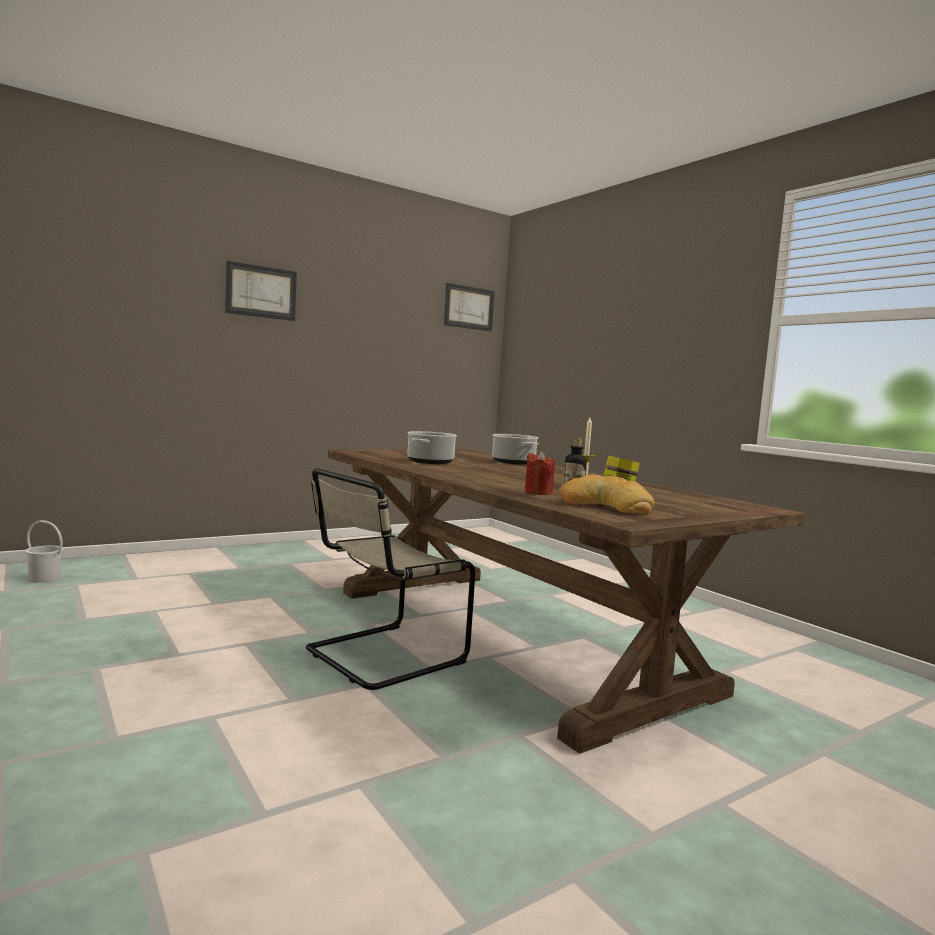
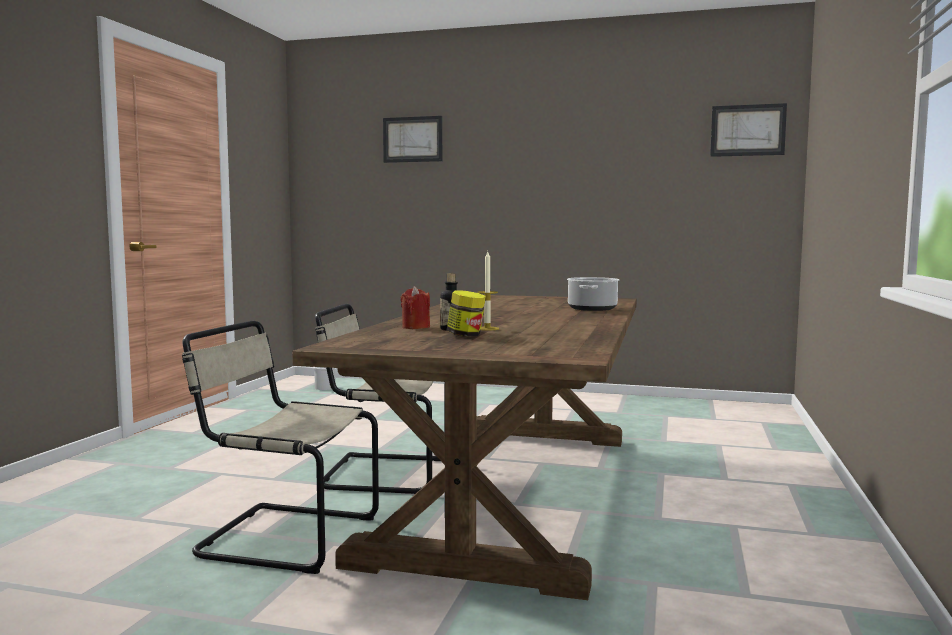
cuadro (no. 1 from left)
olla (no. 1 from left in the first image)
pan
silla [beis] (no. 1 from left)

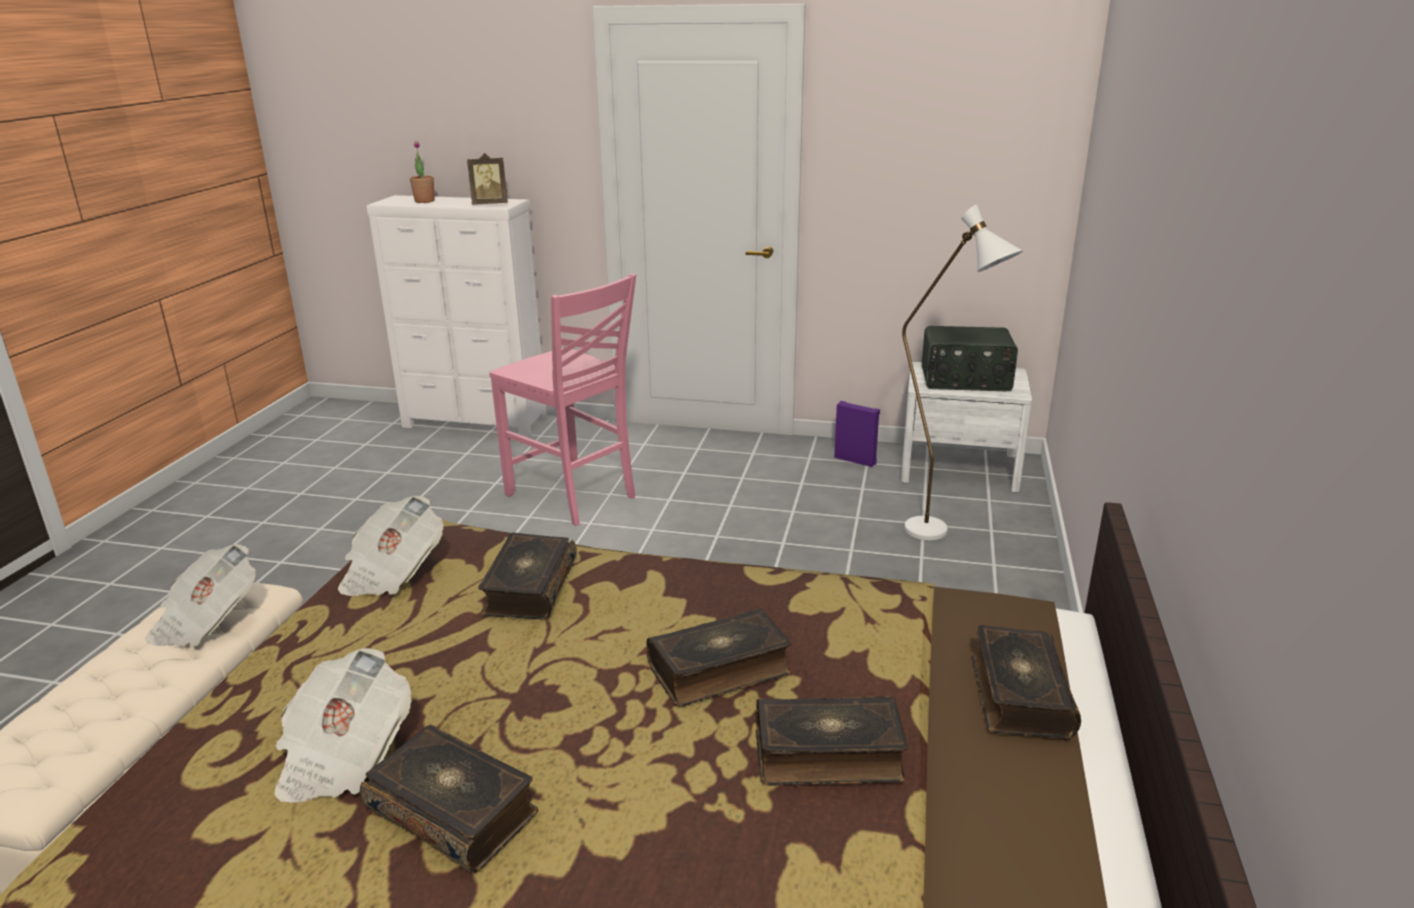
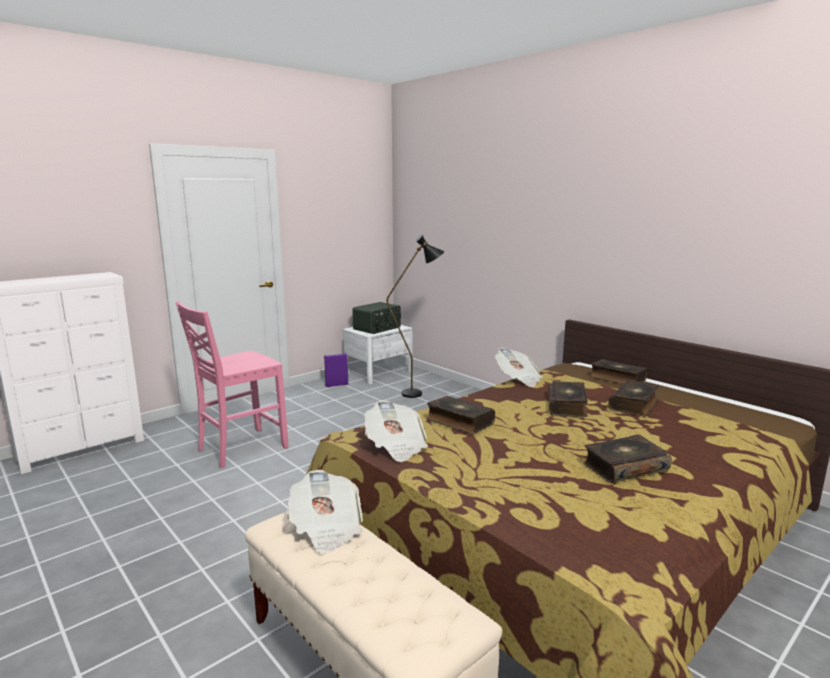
planta en maceta
portarretratos
lámpara de pie [negro]
silla [rosa]
periódico (no. 3 from left)

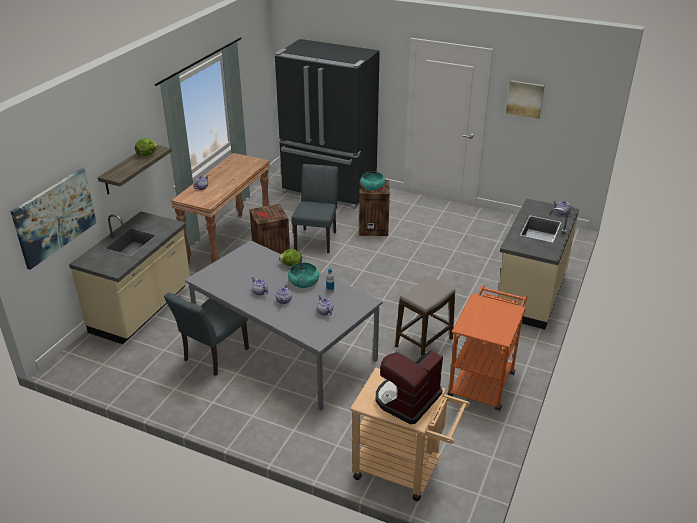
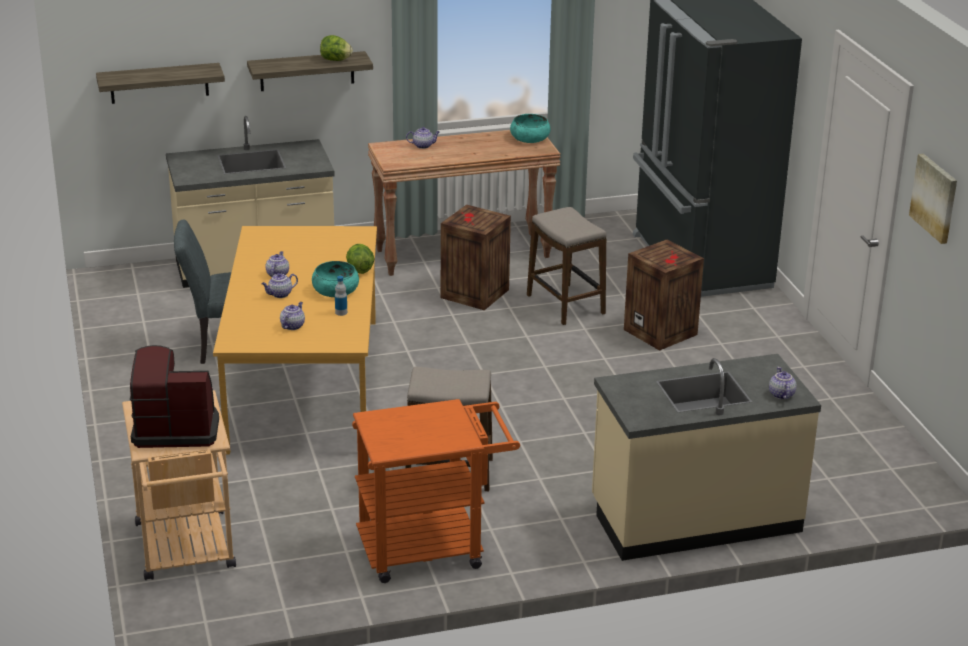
taburete (no. 2 from left)
estante (no. 1 from left)
cuenco [turquesa] (no. 2 from left)
mesa de comedor [naranja]

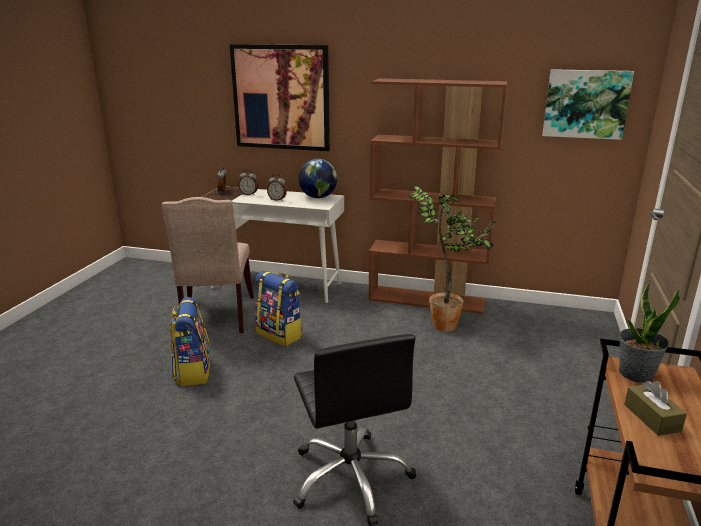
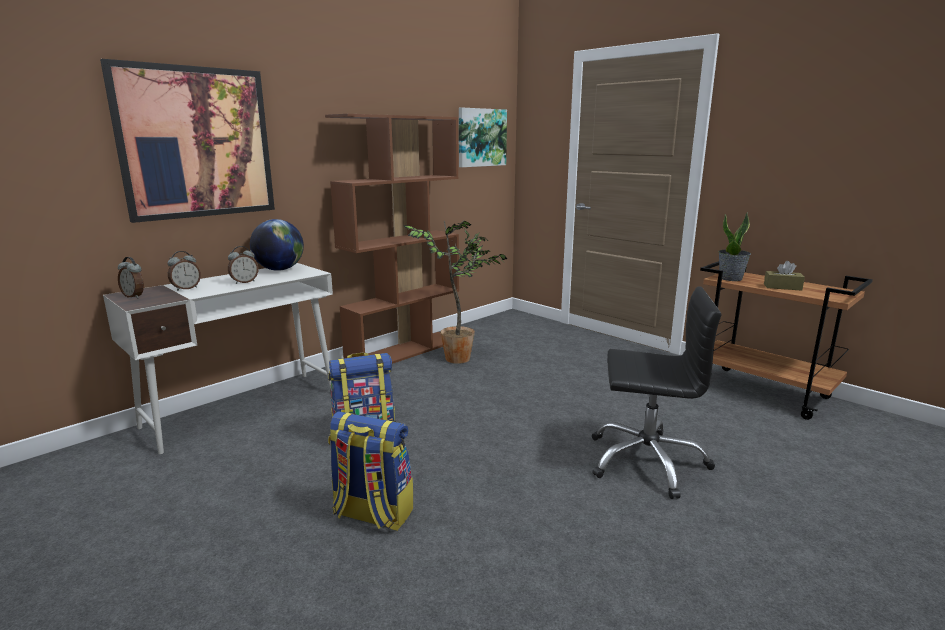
silla [beis]

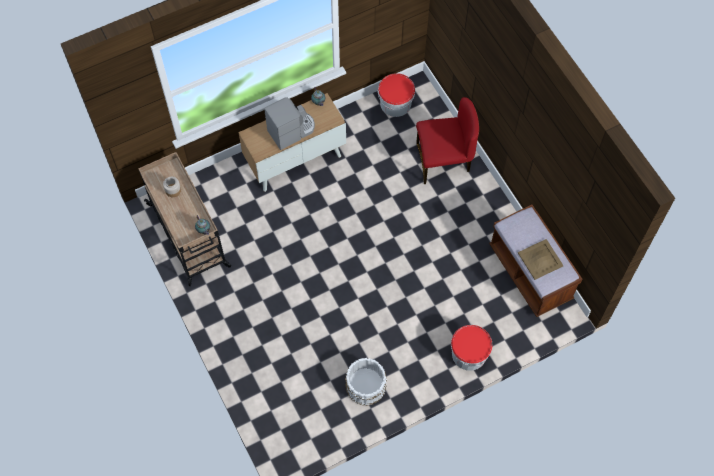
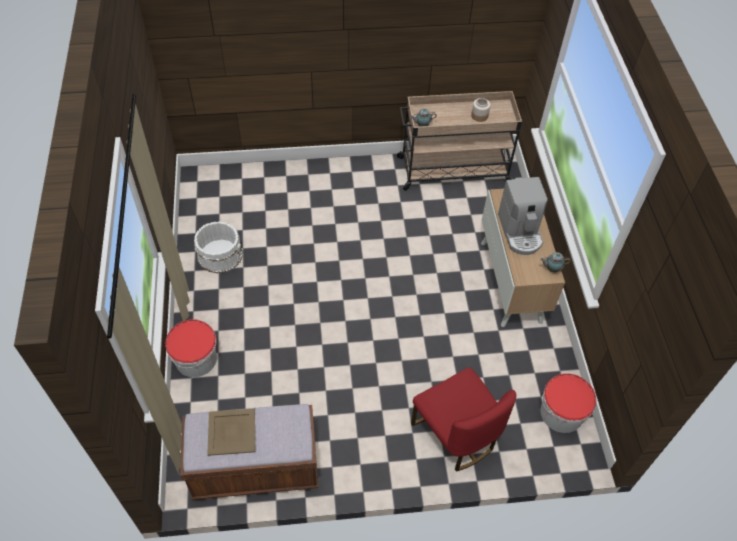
silla [rojo]

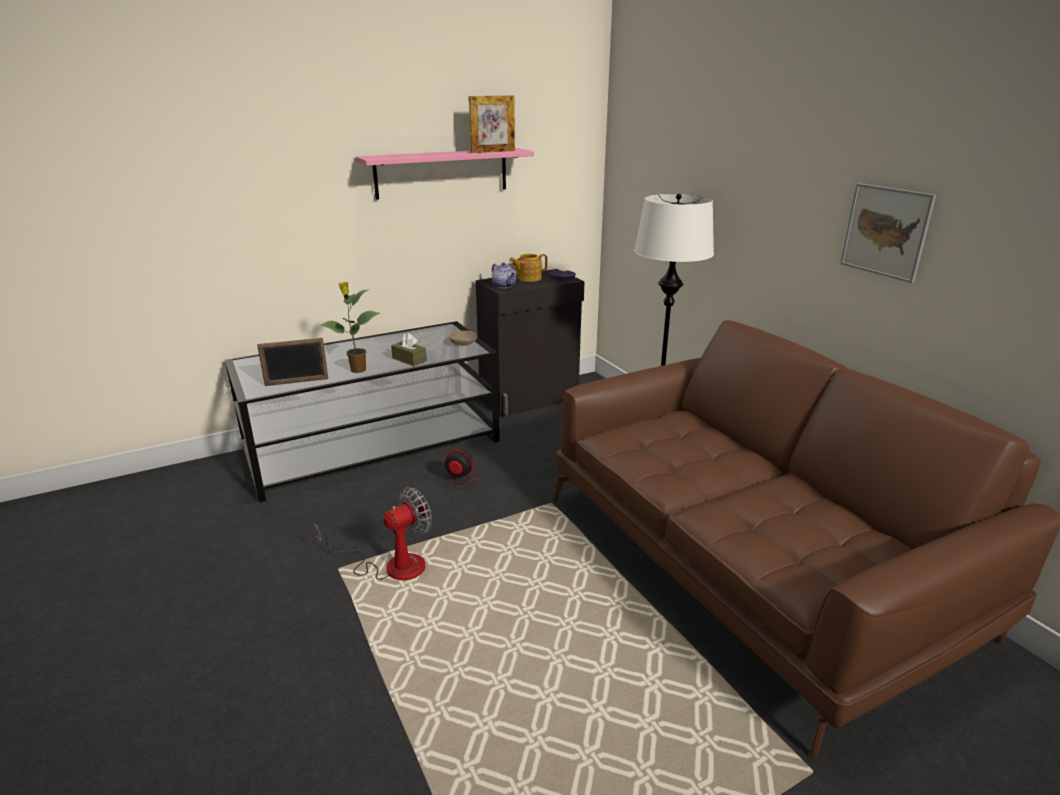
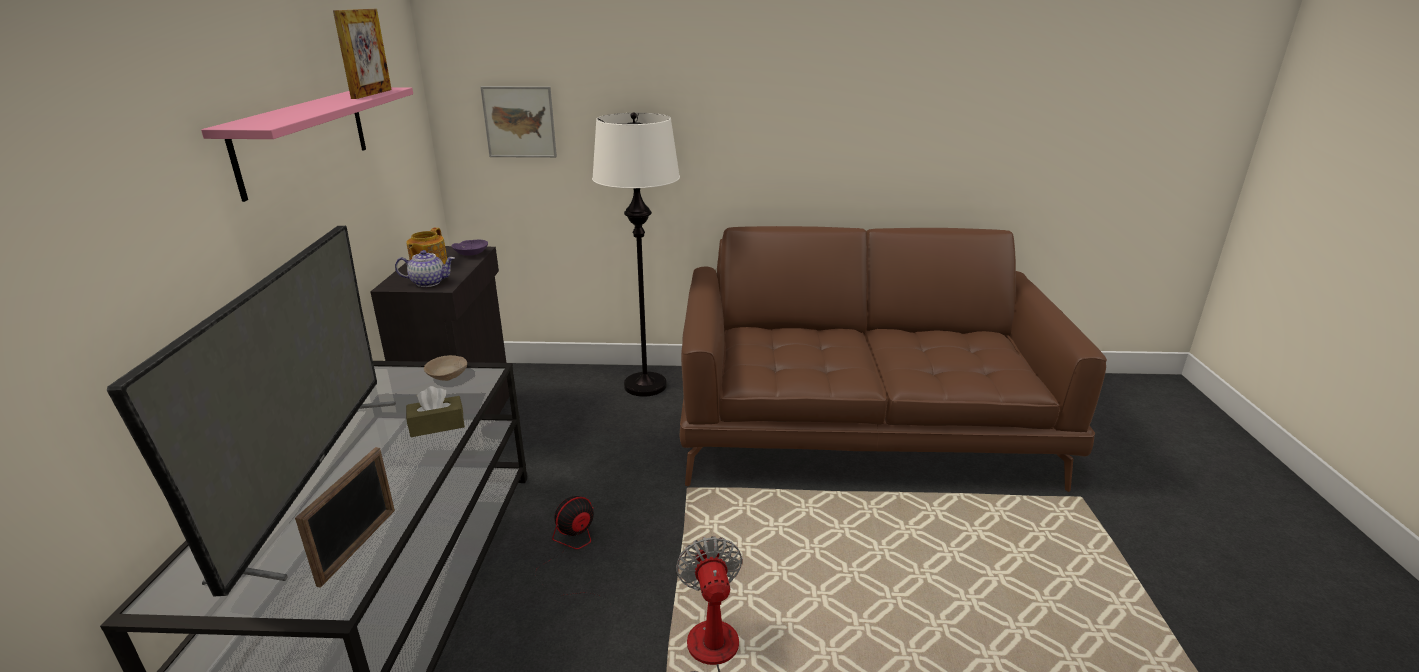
cuadro
planta en maceta
televisor

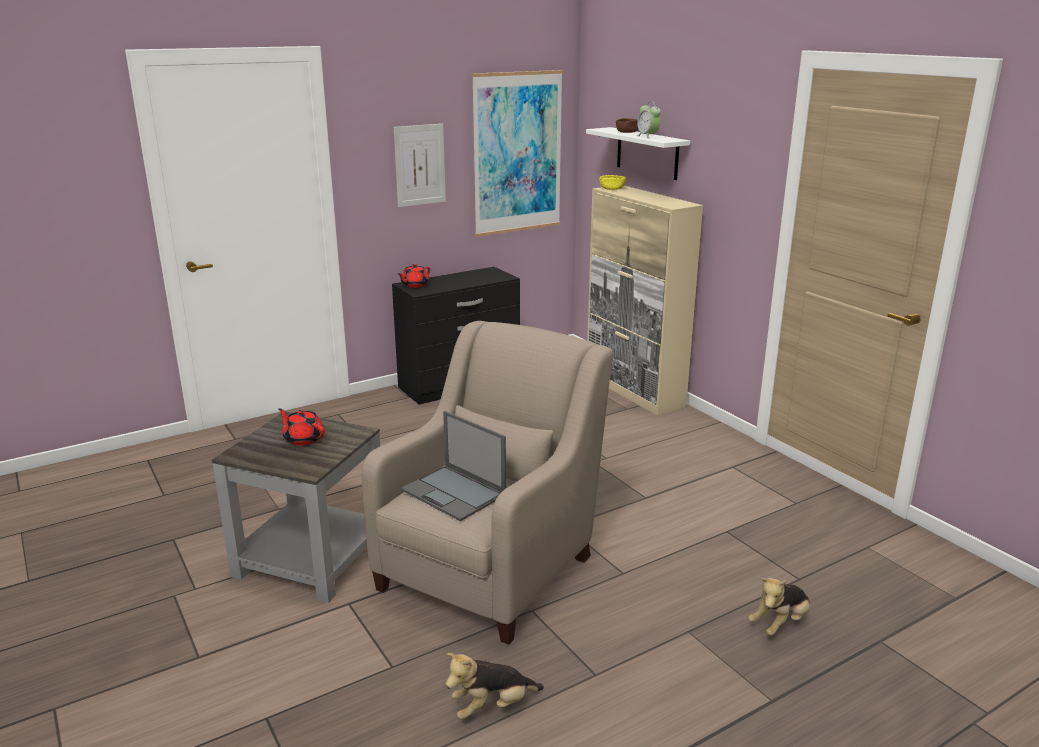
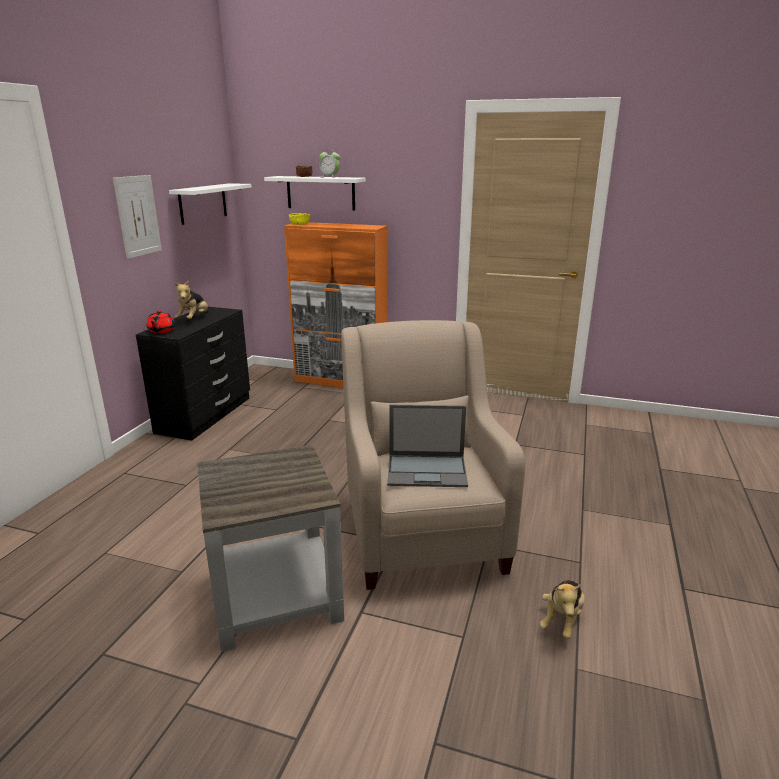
estante [blanco] (no. 1 from left)
armario [naranja]
tetera [rojo] (no. 1 from left in the first image)
peluche (no. 1 from left)

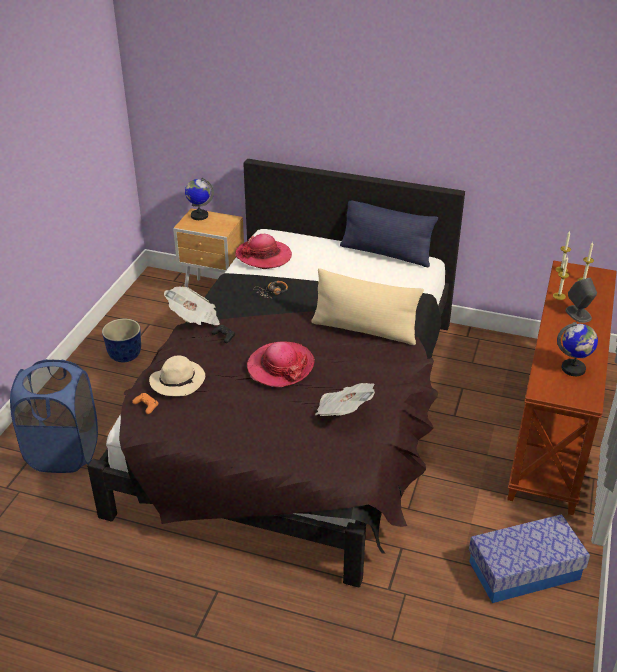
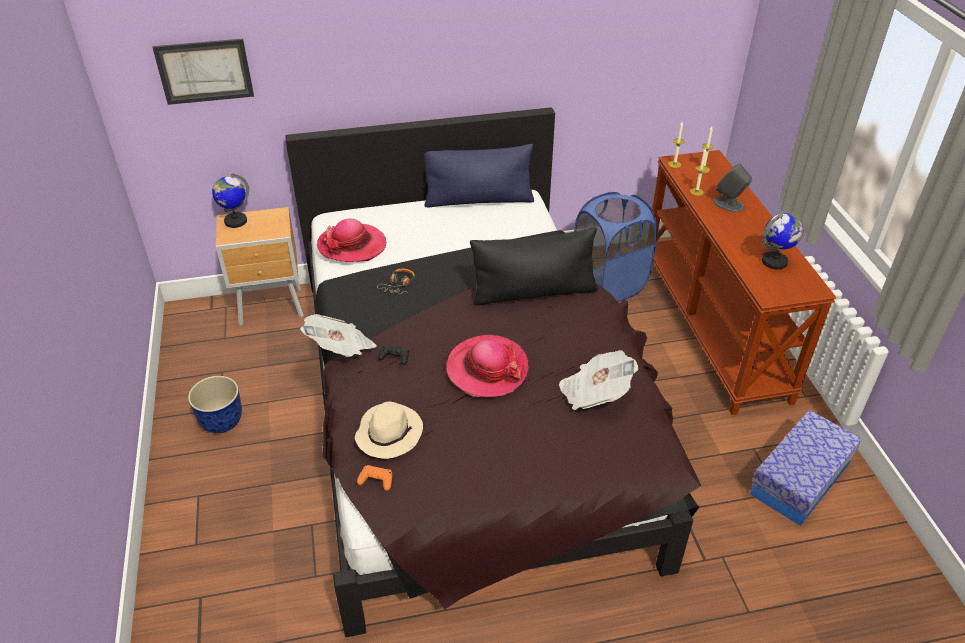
cojín [negro]
cesto de la ropa [azul]
cuadro

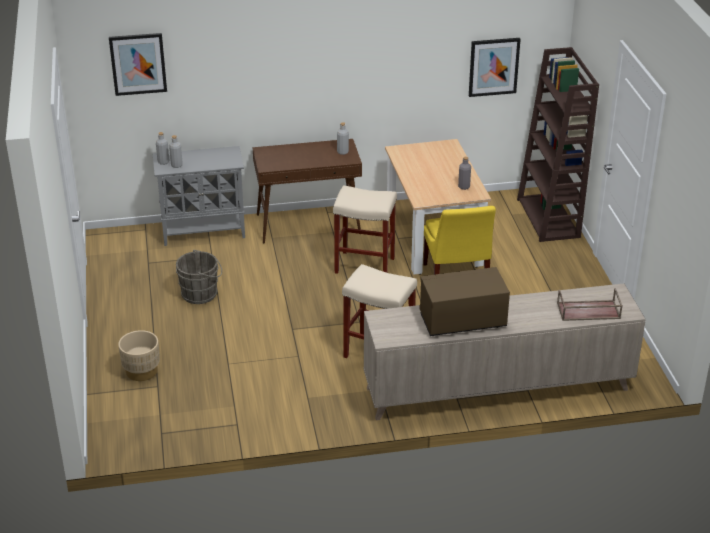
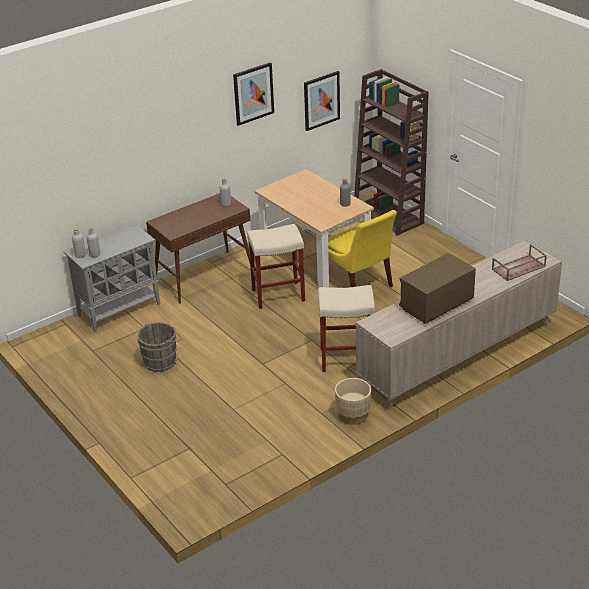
cuadro (no. 1 from left)
maceta [beis]

